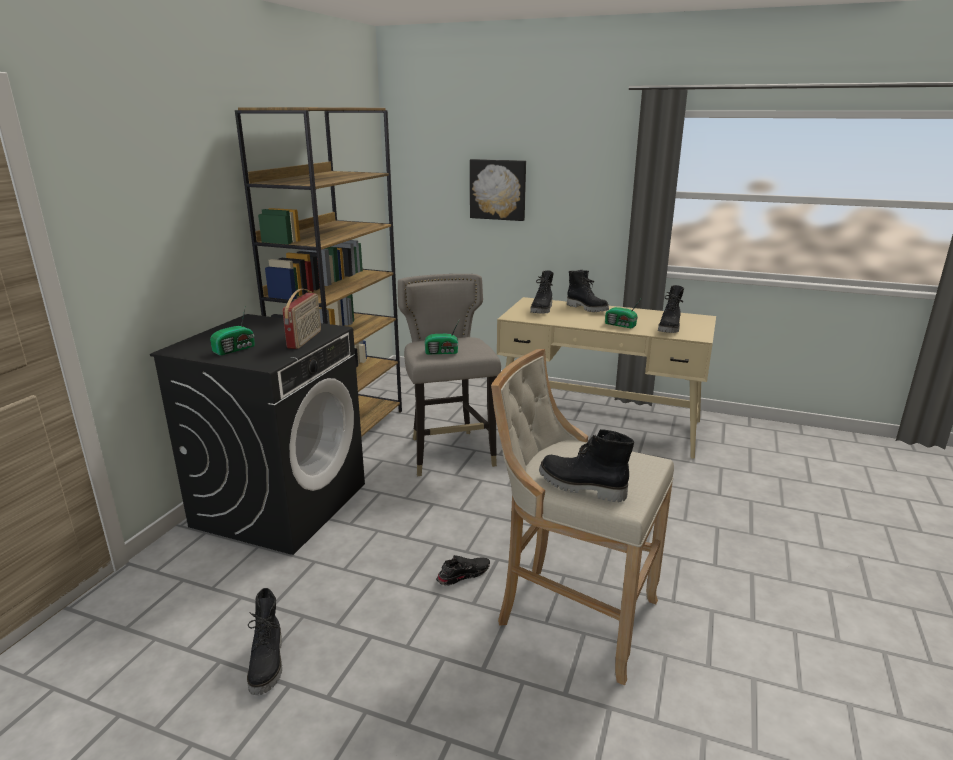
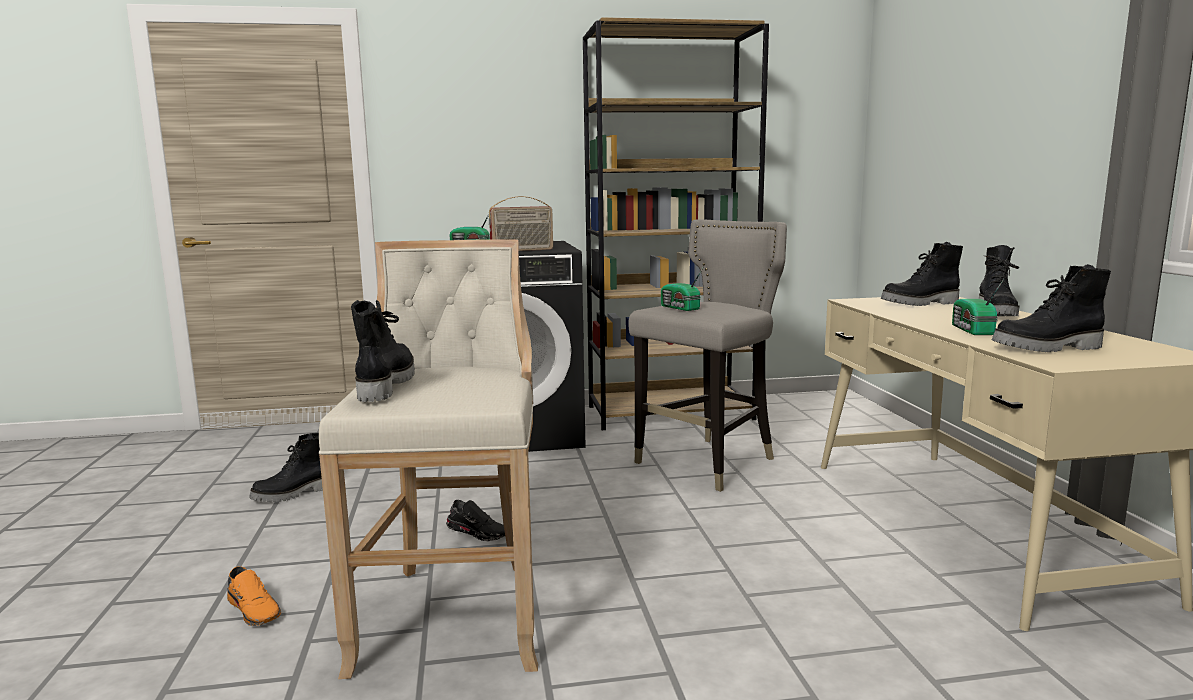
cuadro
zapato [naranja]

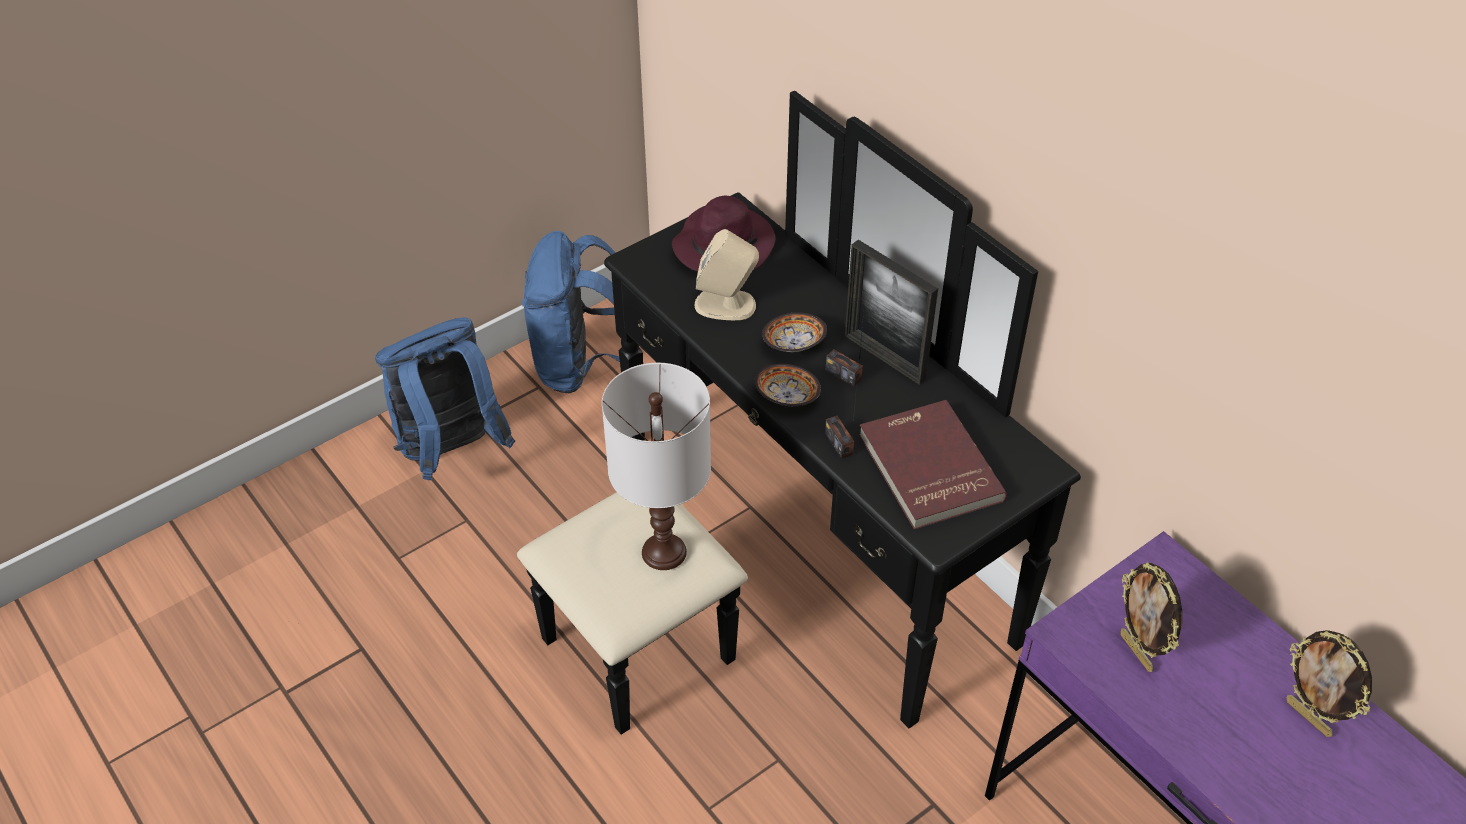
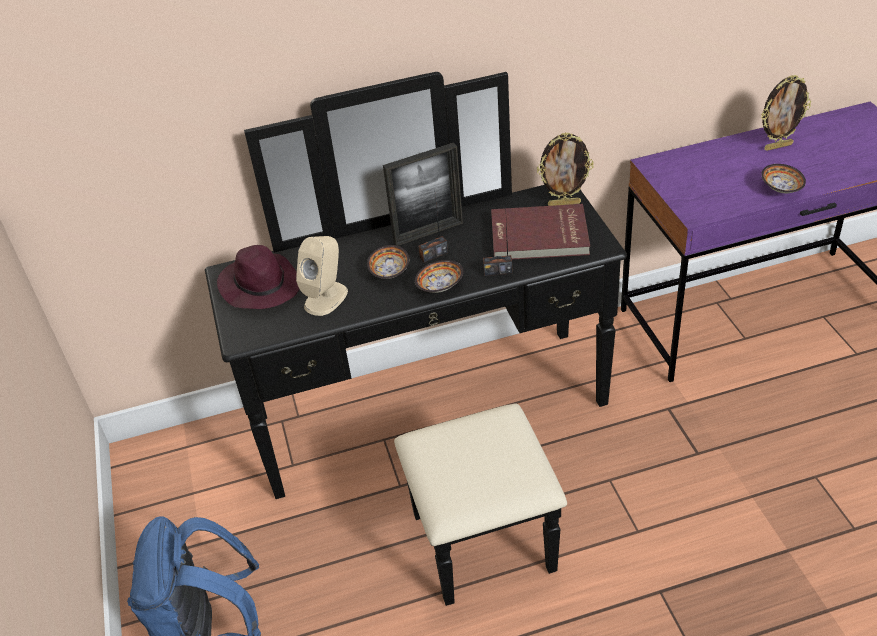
mochila [azul] (no. 2 from left in the first image)
lámpara de mesa [blanco]
portarretratos (no. 2 from left)
cuenco (no. 3 from left)

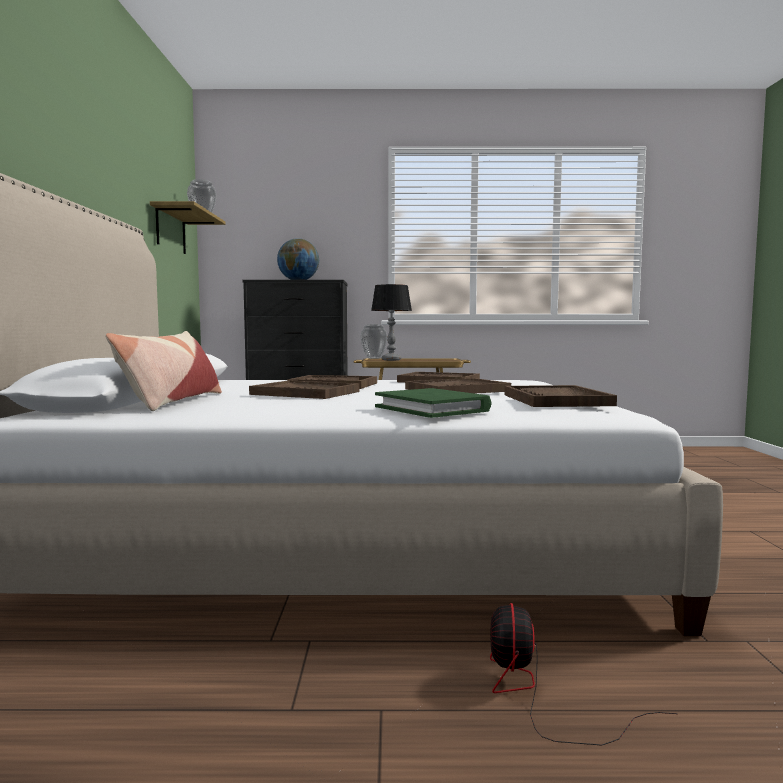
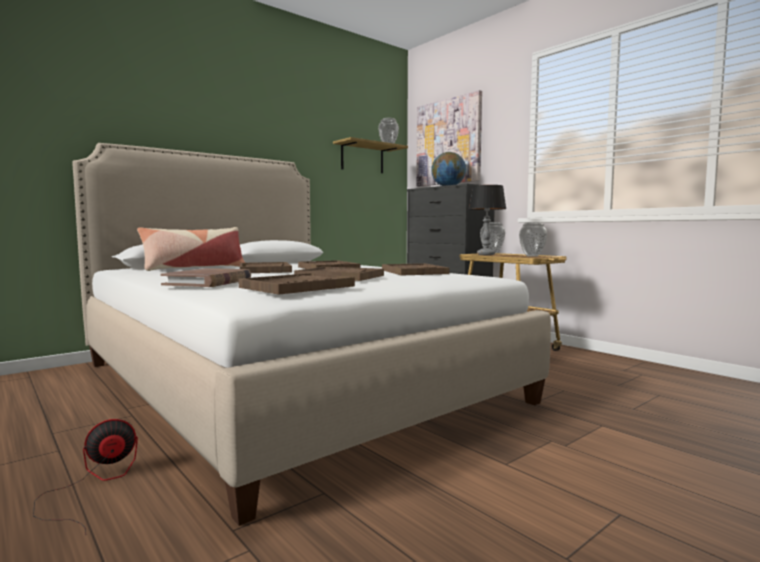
libro [marrón]
cuadro
florero (no. 3 from left)

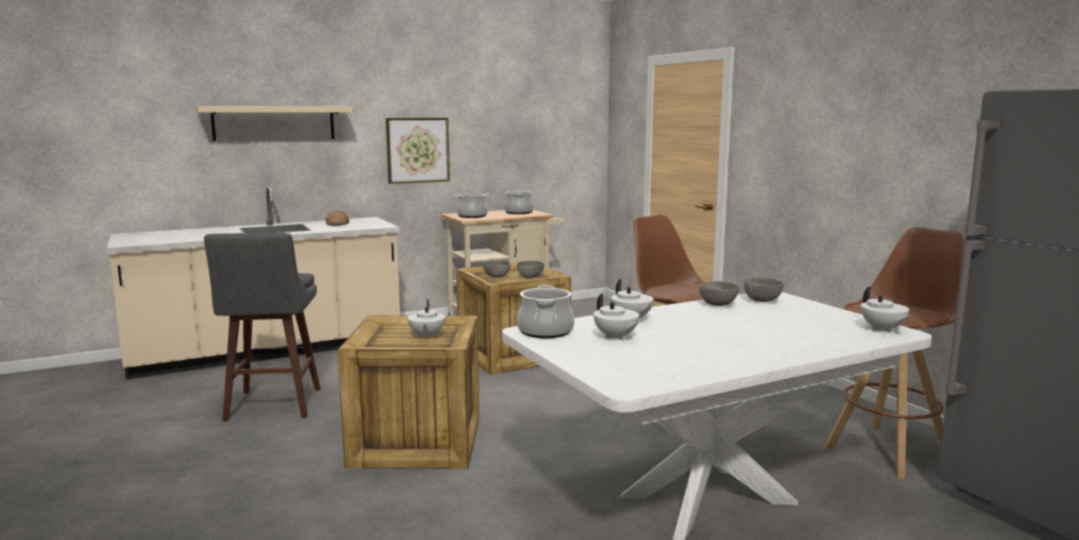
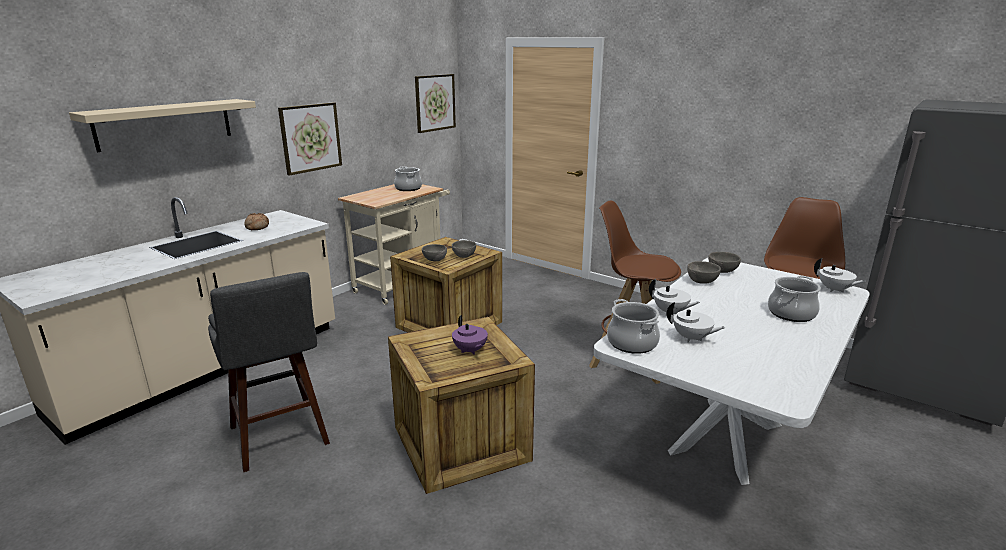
olla (no. 3 from left)
tetera [morado]
cuadro (no. 2 from left)

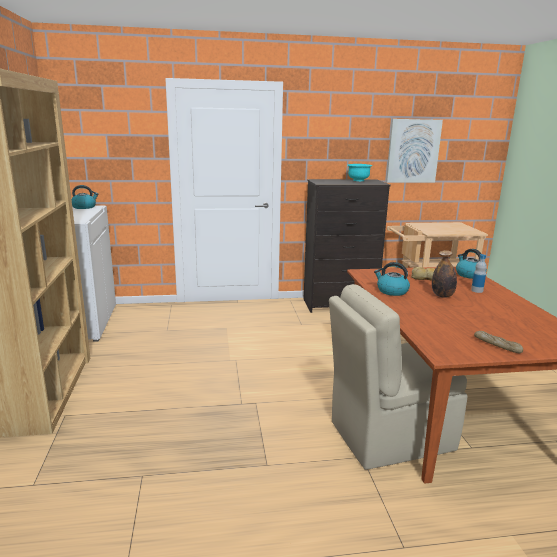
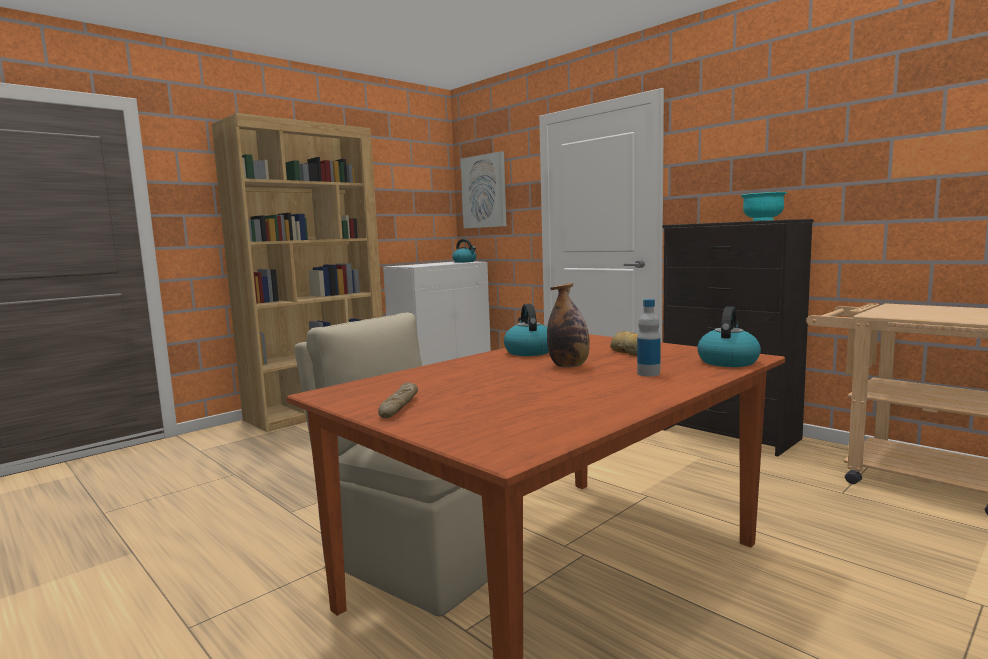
cuadro

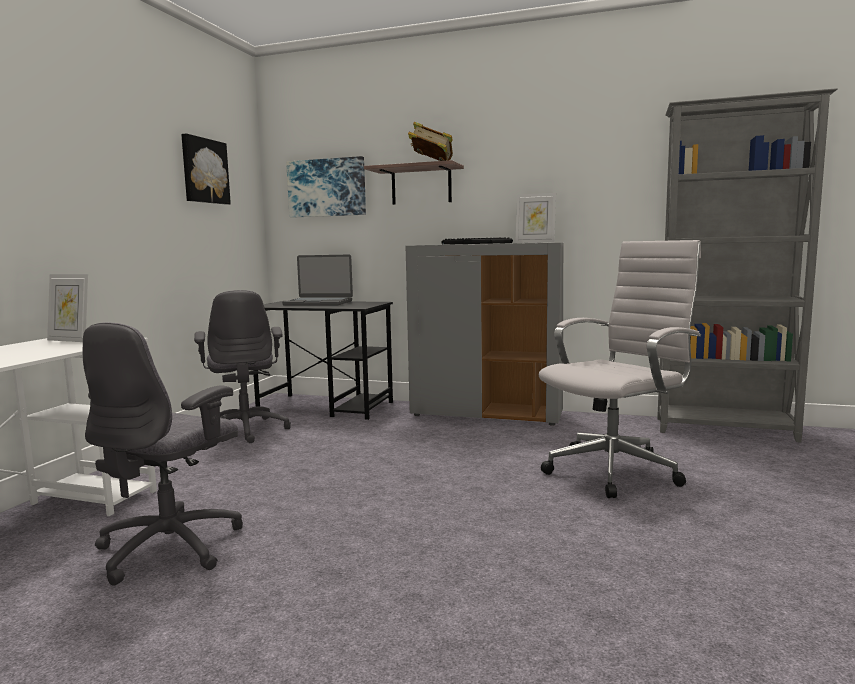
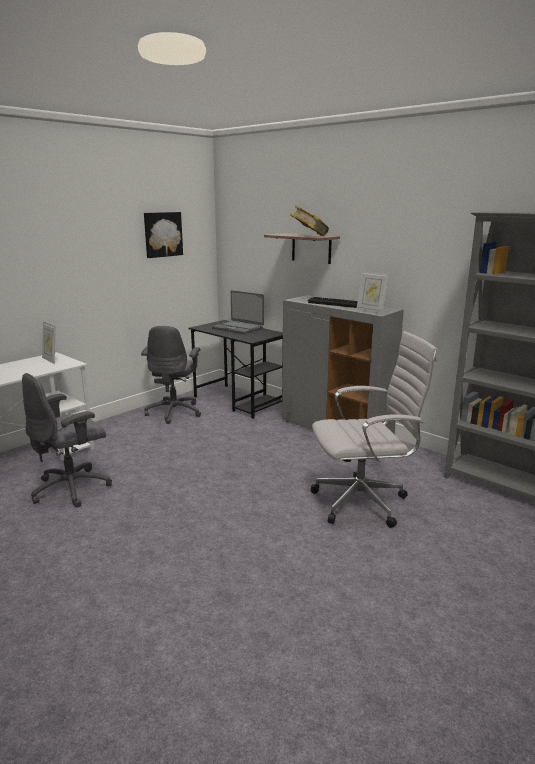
cuadro (no. 2 from left in the first image)

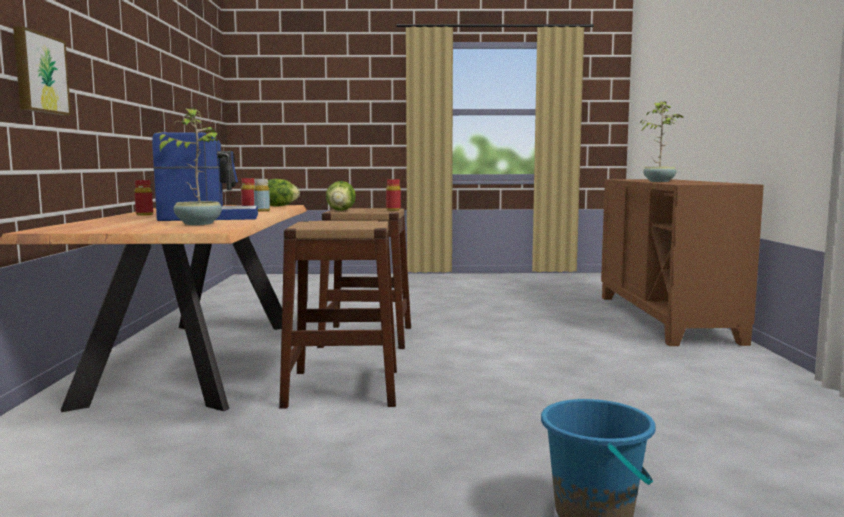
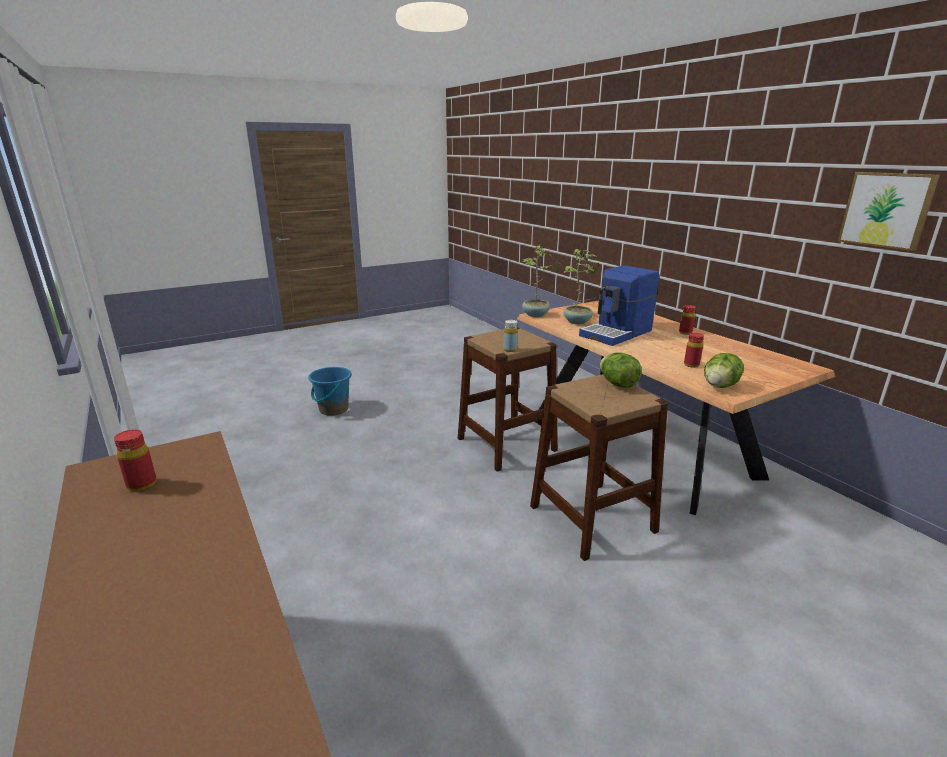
cuadro
planta en maceta (no. 1 from left)
botella [amarillo]
botella [rojo] (no. 1 from left)

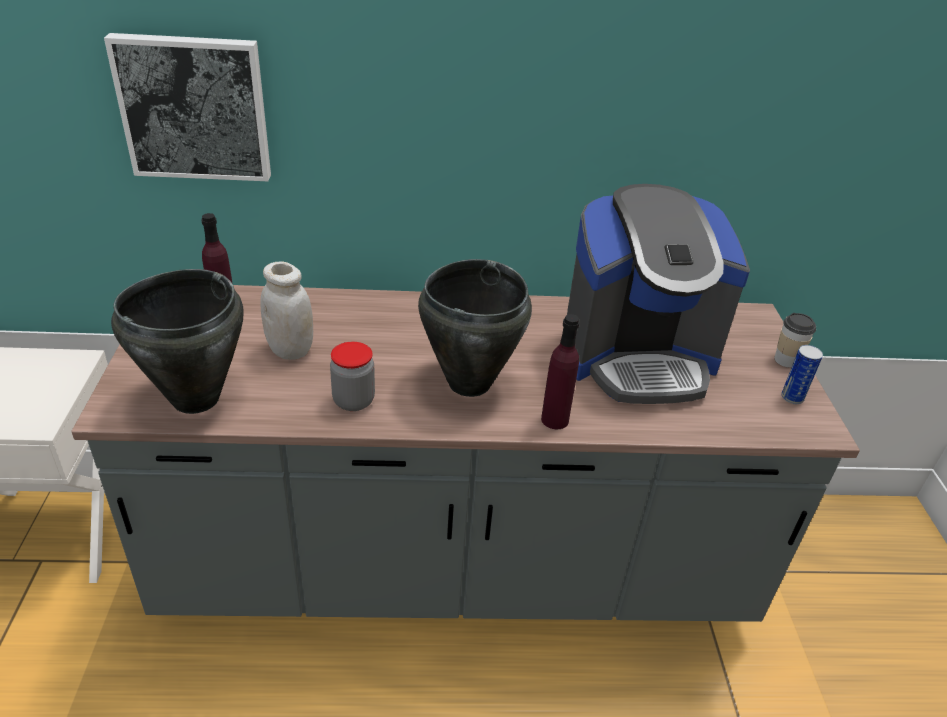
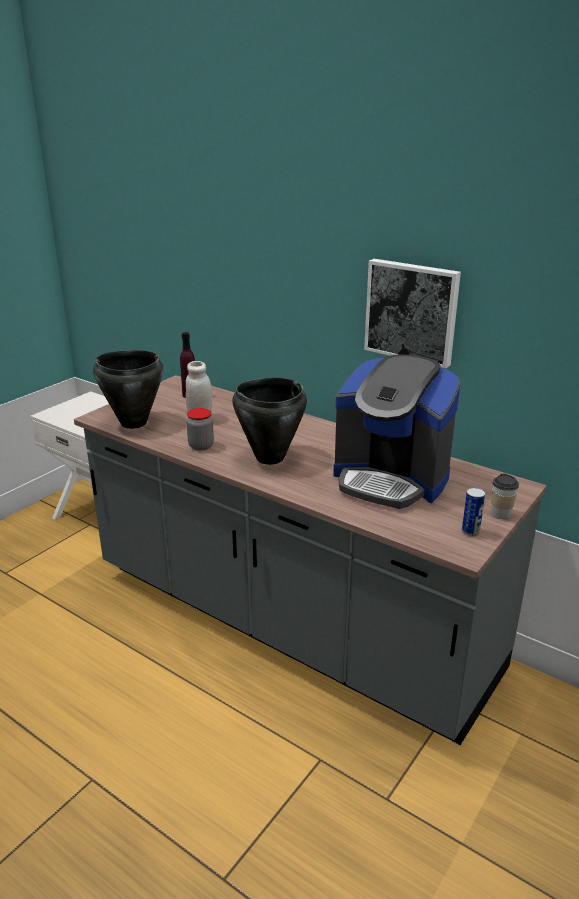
cuadro
botella [morado] (no. 2 from left in the first image)

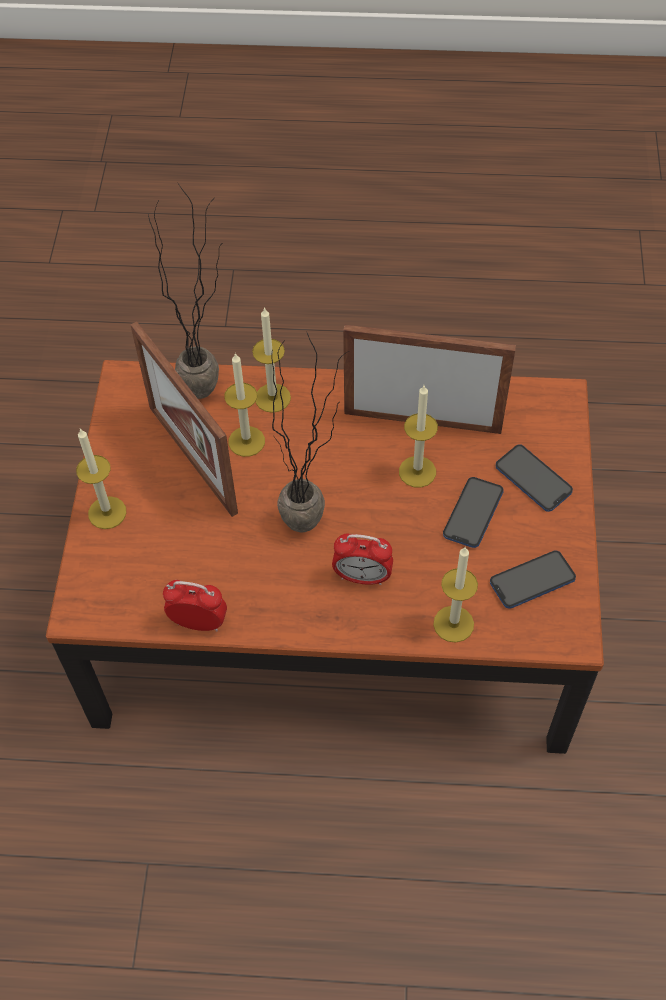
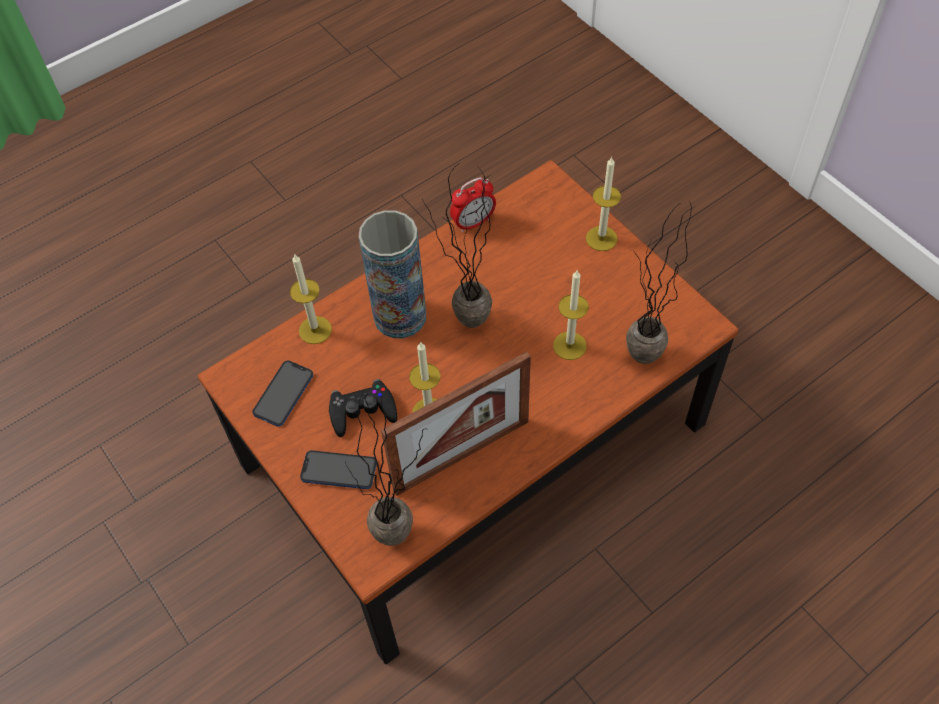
vela (no. 3 from left in the first image)
portarretratos (no. 1 from left in the first image)
mando de consola [negro]
florero
planta en maceta (no. 1 from left)

